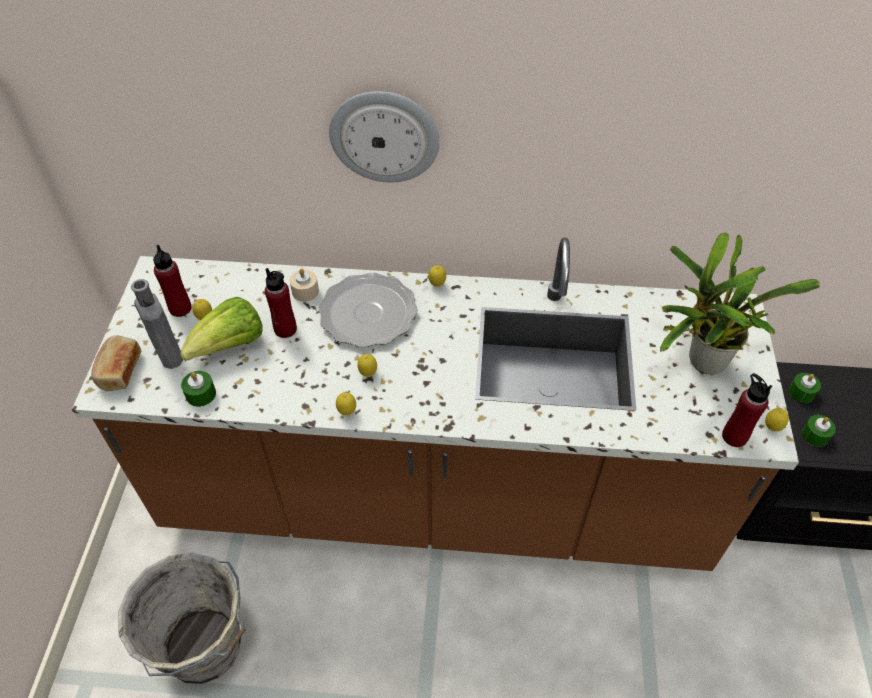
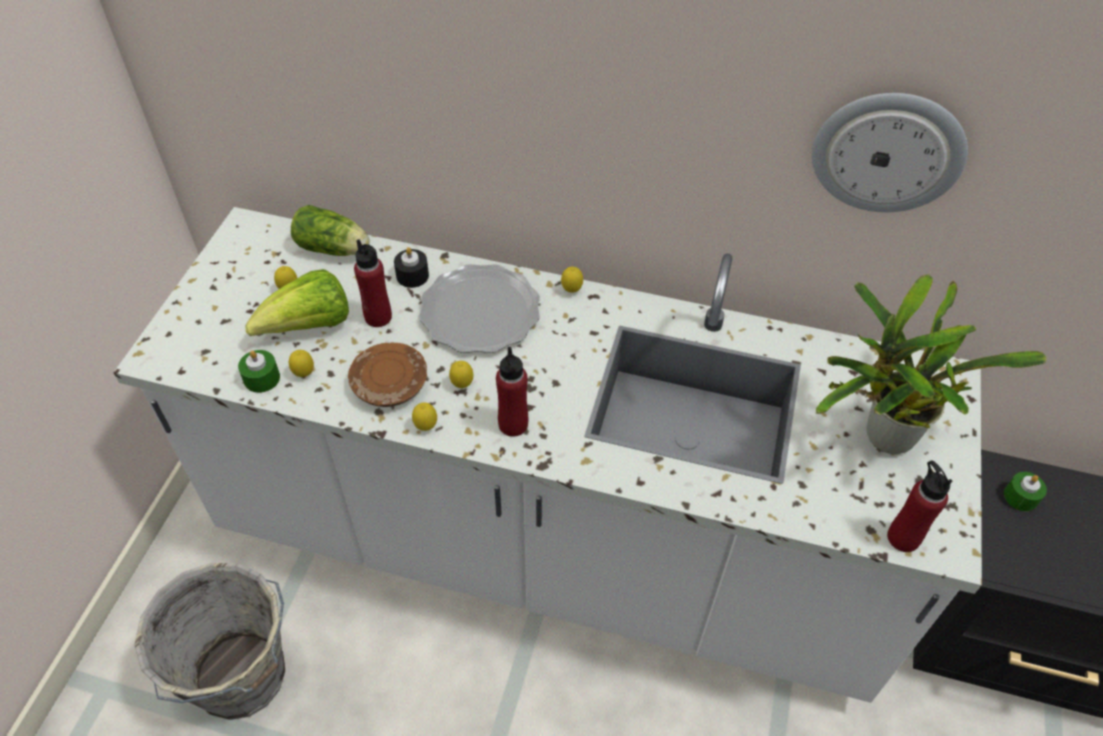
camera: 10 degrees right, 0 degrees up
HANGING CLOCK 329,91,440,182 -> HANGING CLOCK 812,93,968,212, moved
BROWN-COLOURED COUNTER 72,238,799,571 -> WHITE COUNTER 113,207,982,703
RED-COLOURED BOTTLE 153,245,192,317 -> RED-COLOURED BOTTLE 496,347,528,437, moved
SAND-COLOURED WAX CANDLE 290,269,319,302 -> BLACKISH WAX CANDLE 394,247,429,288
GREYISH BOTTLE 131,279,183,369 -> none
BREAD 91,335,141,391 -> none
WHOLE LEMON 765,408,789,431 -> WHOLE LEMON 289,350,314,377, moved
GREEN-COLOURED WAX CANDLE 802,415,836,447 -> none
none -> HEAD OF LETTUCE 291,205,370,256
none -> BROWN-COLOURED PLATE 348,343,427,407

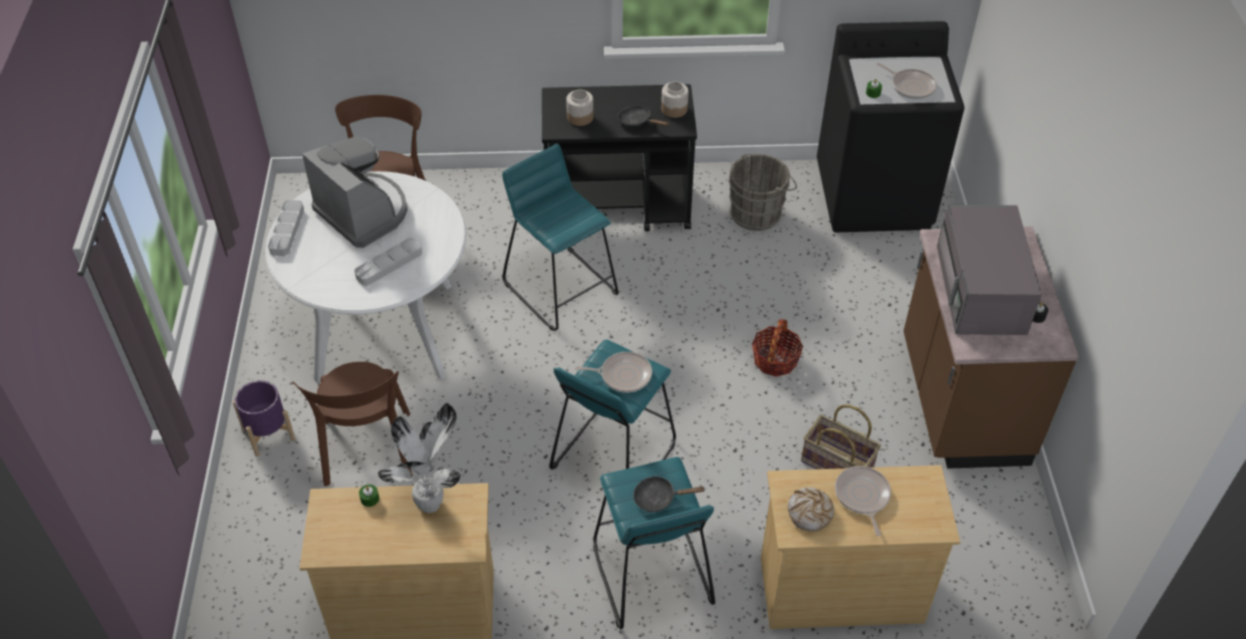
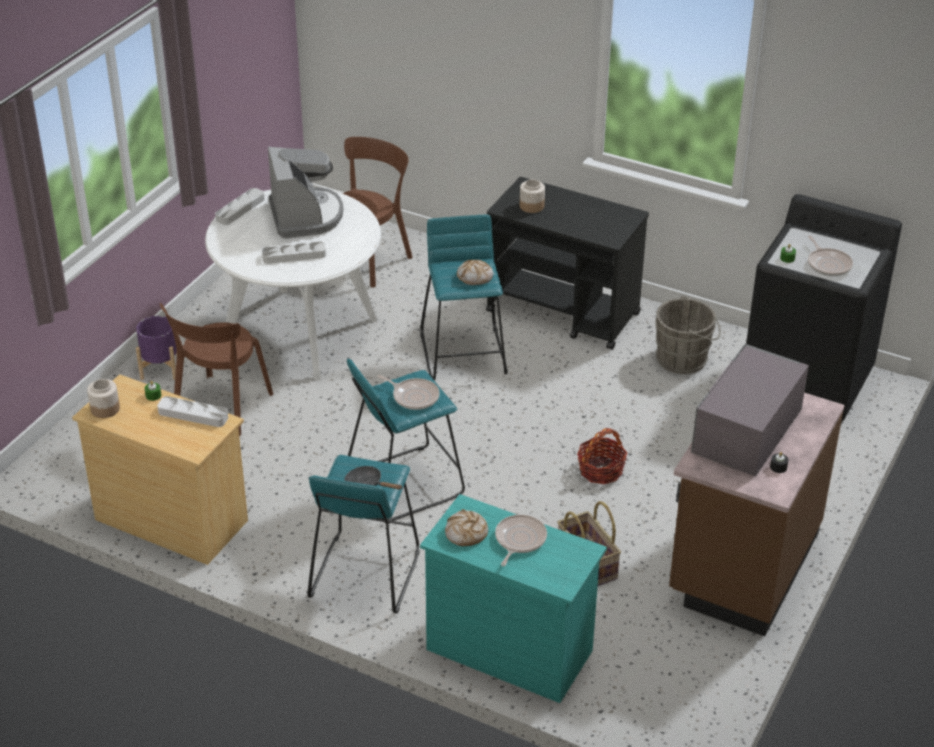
camera: 30 degrees right, 10 degrees down
JAR 661,82,688,118 -> JAR 87,379,120,418, moved
BLACKISH SKILLET 618,105,669,127 -> none
HOUSEPLANT 378,403,461,513 -> GREYISH SERVING TRAY 157,396,228,427
SAND-COLOURED CHEST OF DRAWERS 761,465,960,629 -> BLUE-GREEN CHEST OF DRAWERS 420,494,607,703
none -> BREAD 457,260,493,285

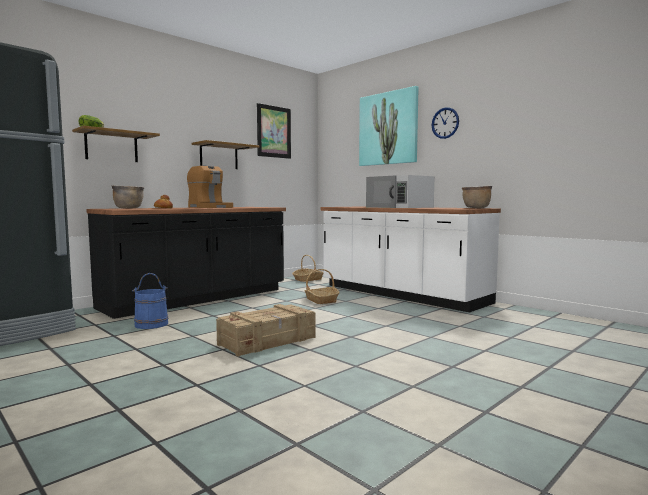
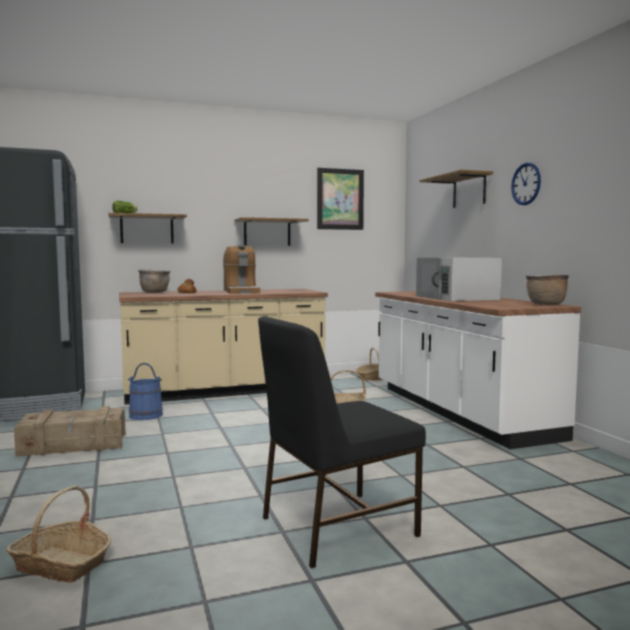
camera: 25 degrees right, 0 degrees up
WALL ART 359,86,418,166 -> WALL SHELF 420,170,493,208
BLACKISH COUNTER 86,207,286,319 -> SAND-COLOURED COUNTER 119,289,328,405
SHIPPING CRATE 216,304,316,357 -> SHIPPING CRATE 14,406,126,457, moved
none -> BLACKISH PLAIN CHAIR 258,317,426,568
none -> HOUSEHOLD BASKET 6,485,111,583

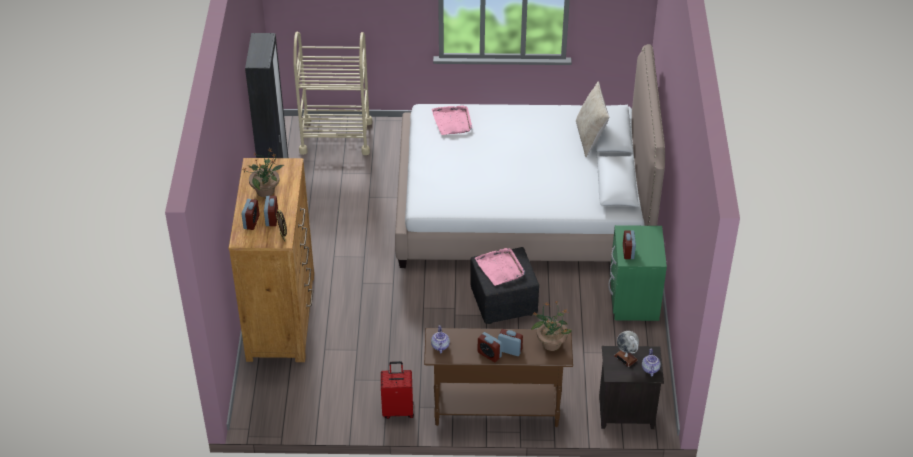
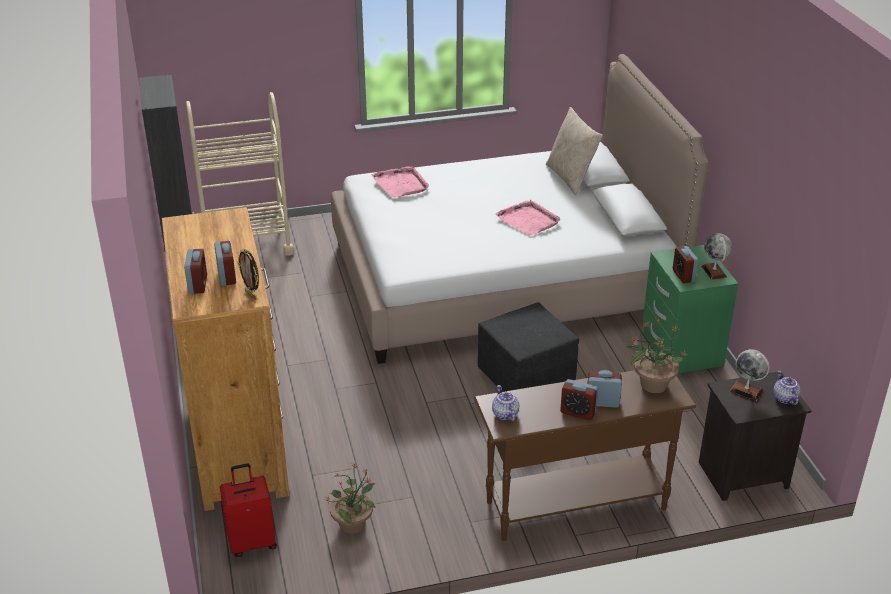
camera: 15 degrees left, 10 degrees down
HOUSEPLANT 243,150,285,197 -> HOUSEPLANT 324,463,376,534, moved
PINK-COLOURED SERVING TRAY 475,248,525,286 -> PINK-COLOURED SERVING TRAY 495,200,560,236, moved
RED-COLOURED TRAVEL CASE 381,361,414,419 -> RED-COLOURED TRAVEL CASE 220,464,277,557, moved
none -> DESK GLOBE 701,233,732,280

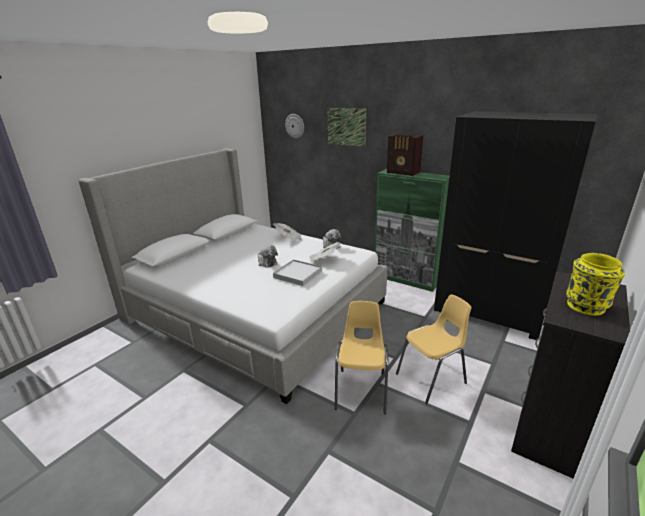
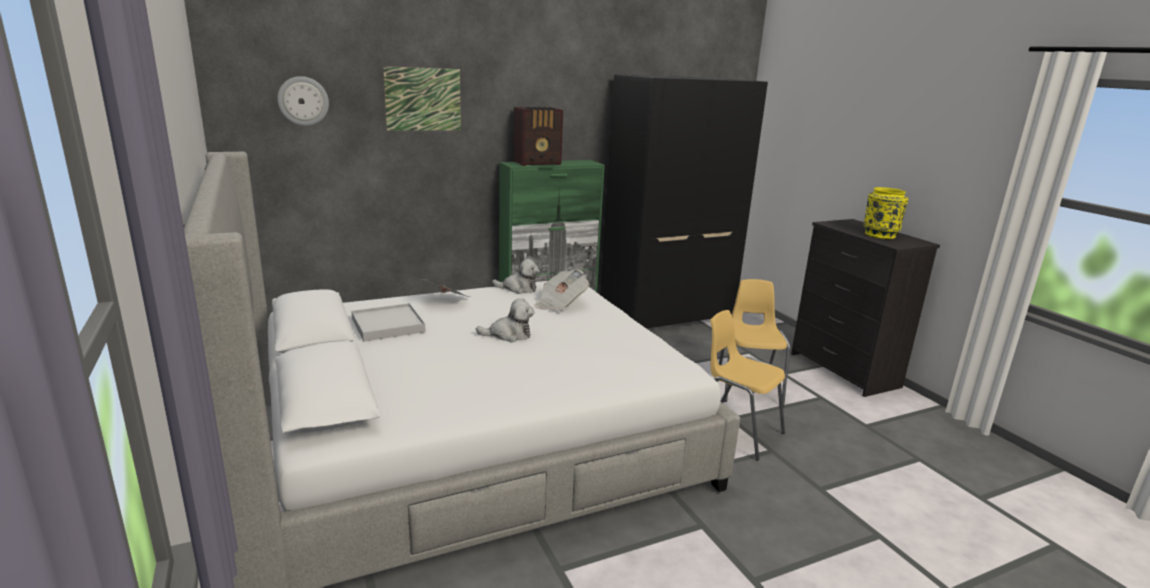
camera: 60 degrees left, 5 degrees down
WHITE SERVING TRAY 273,259,322,286 -> WHITE SERVING TRAY 351,303,426,342, moved

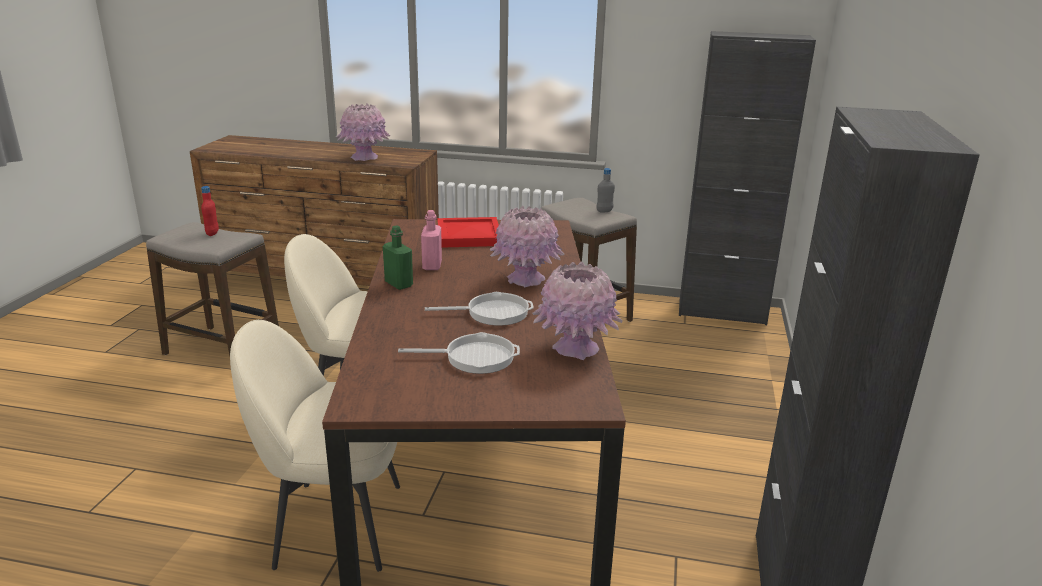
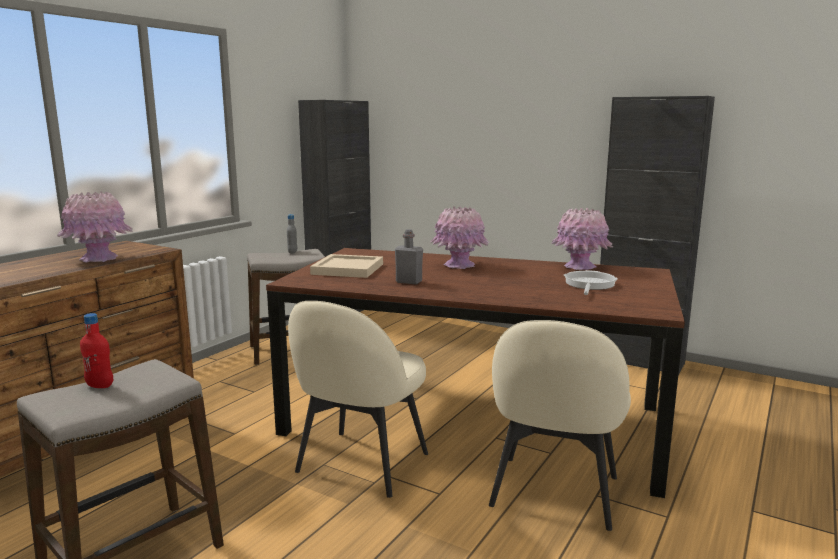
camera: 70 degrees left, 10 degrees down
PINK-COLOURED BOTTLE 421,210,442,270 -> GREYISH BOTTLE 395,229,423,284
RED-COLOURED SERVING TRAY 438,217,499,248 -> SAND-COLOURED SERVING TRAY 310,254,383,278
GREEN-COLOURED BOTTLE 383,226,413,290 -> none
SKILLET 425,292,534,326 -> none

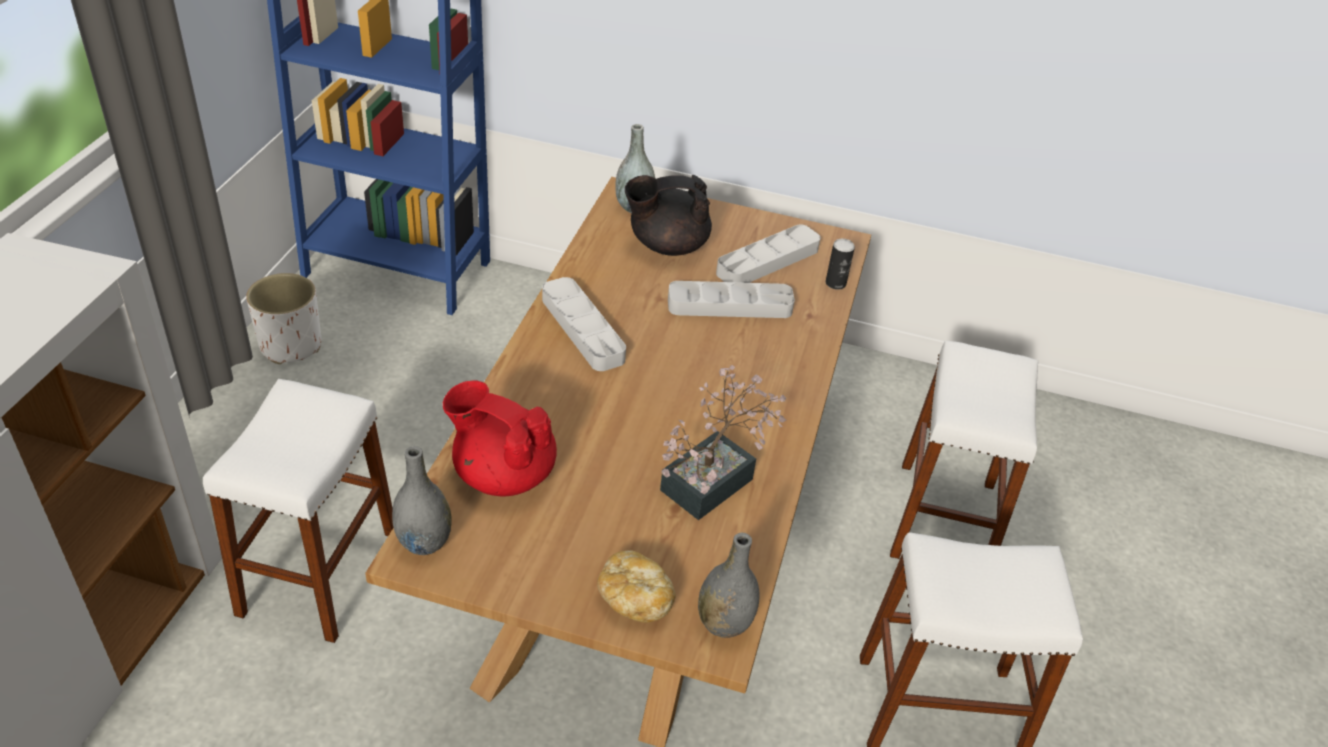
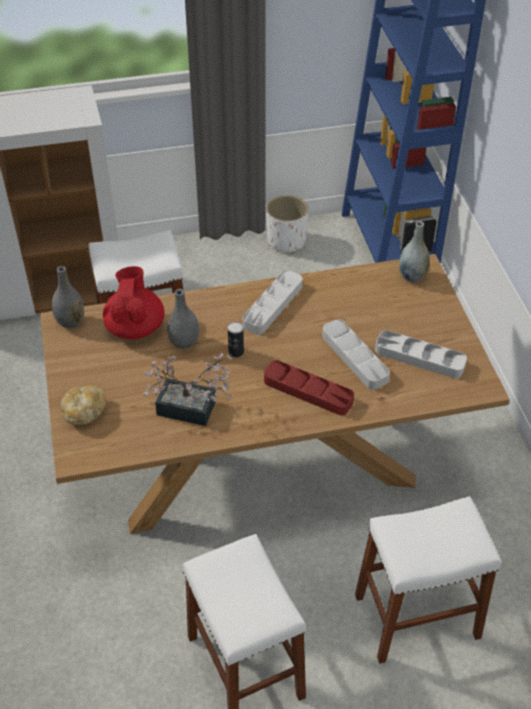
camera: 65 degrees right, 5 degrees up
BLACKISH POT FOR TEA 625,175,712,256 -> none
CAN 826,239,855,290 -> CAN 228,322,244,357, moved
GREYISH FLOWER VASE 698,533,760,638 -> GREYISH FLOWER VASE 167,289,199,349, moved
none -> RED-COLOURED SERVING TRAY 264,360,354,415

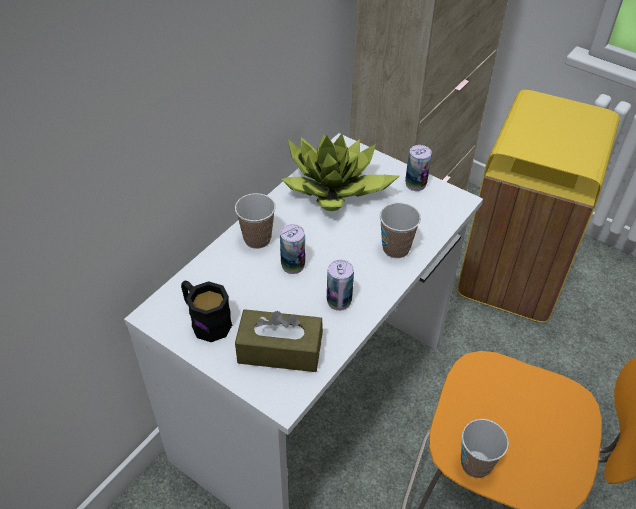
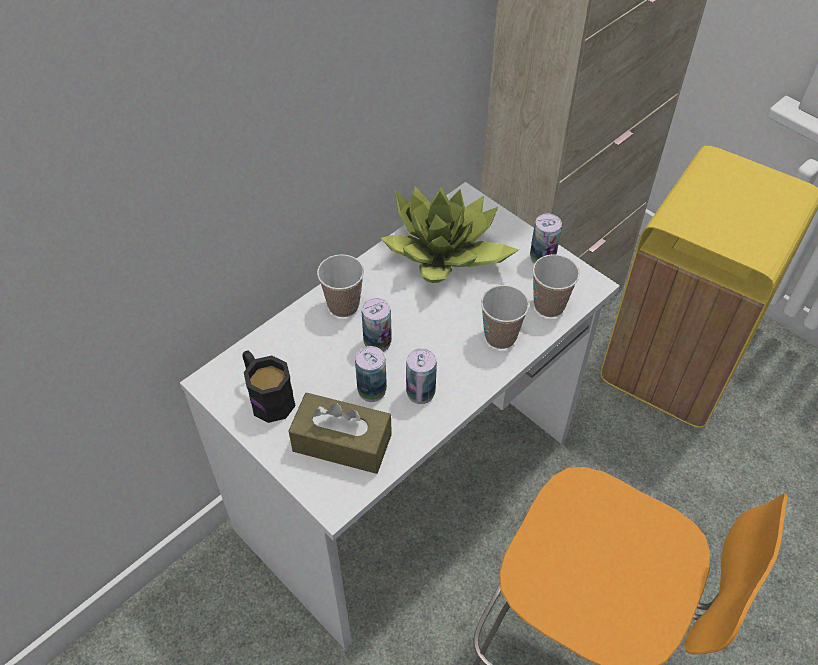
camera: 10 degrees right, 5 degrees up
CUP 461,419,509,478 -> CUP 533,254,580,317, moved
none -> CAN 355,346,387,402

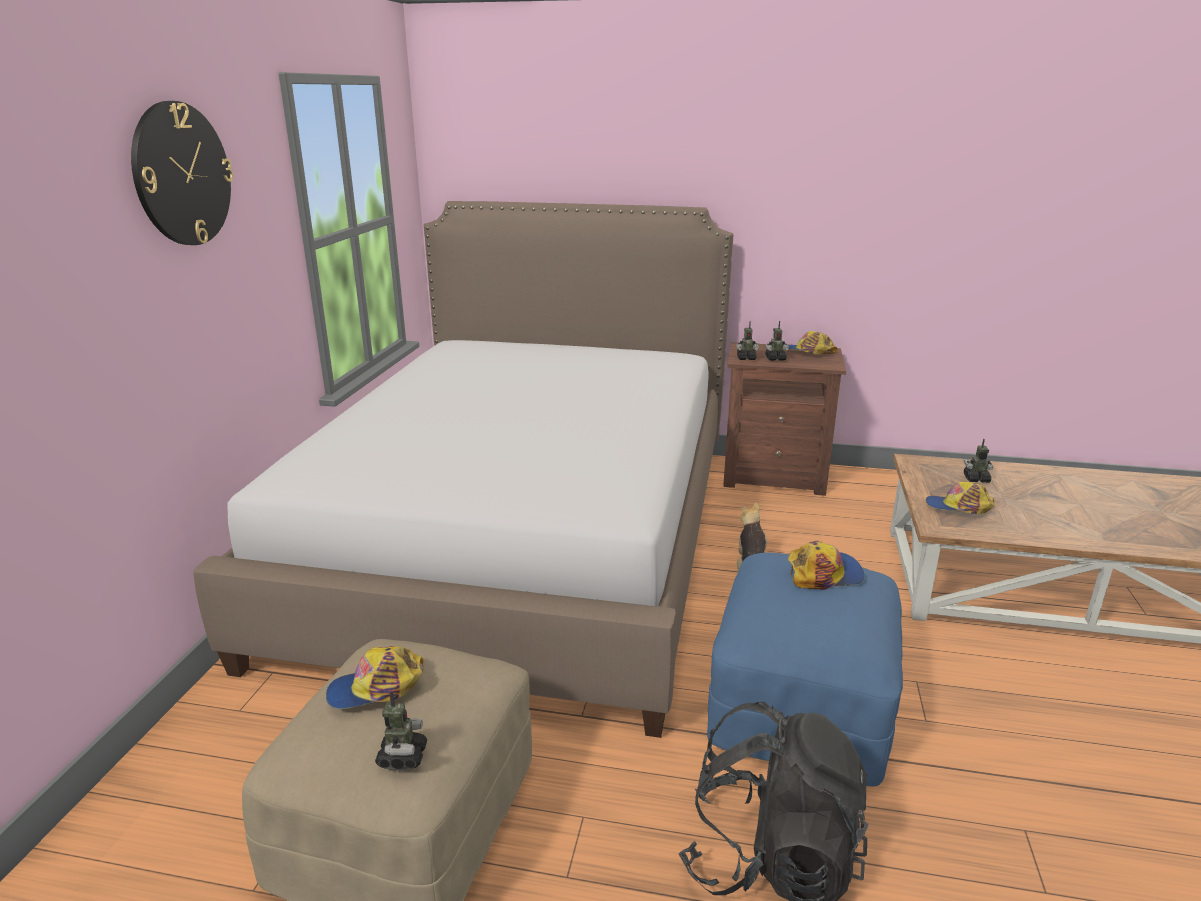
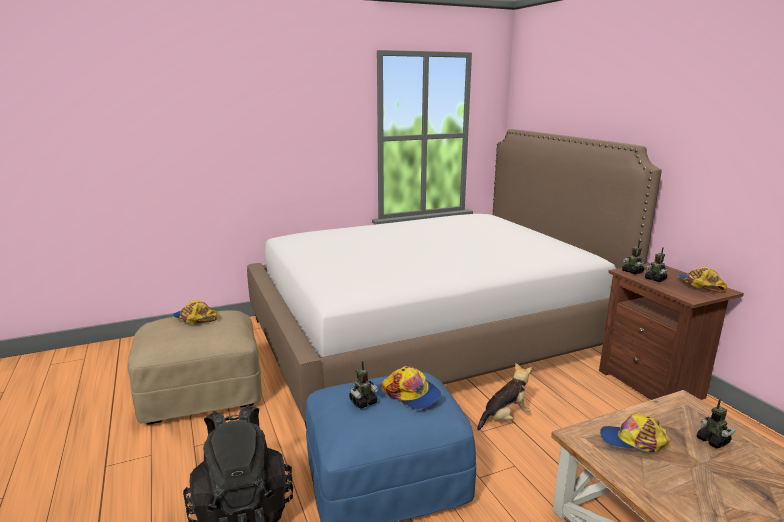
camera: 55 degrees right, 5 degrees down
HANGING CLOCK 131,101,234,245 -> none
CAP 926,482,995,514 -> CAP 600,414,670,452, 60 degrees counterclockwise
ROBOT FIGURE 375,692,427,770 -> ROBOT FIGURE 349,361,379,408, moved

